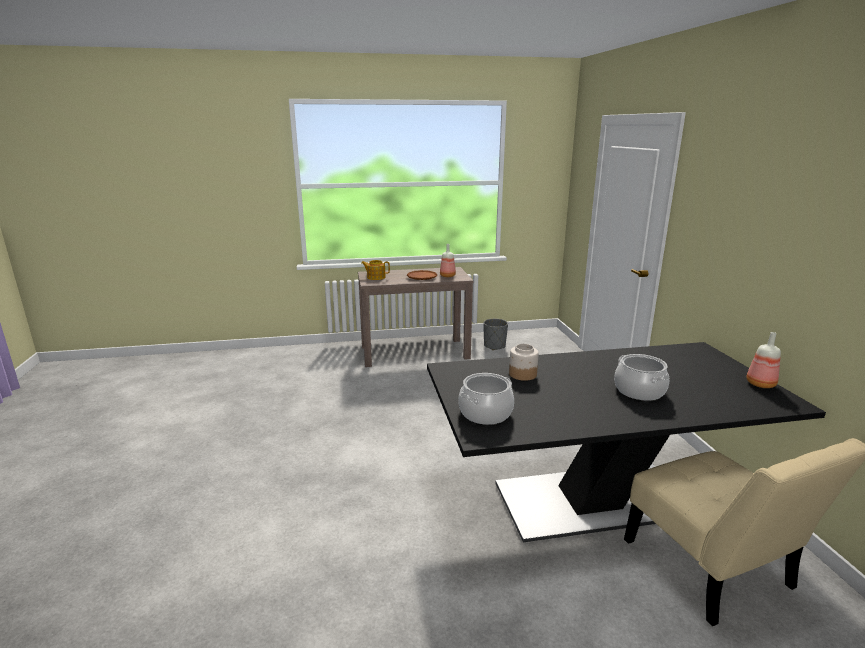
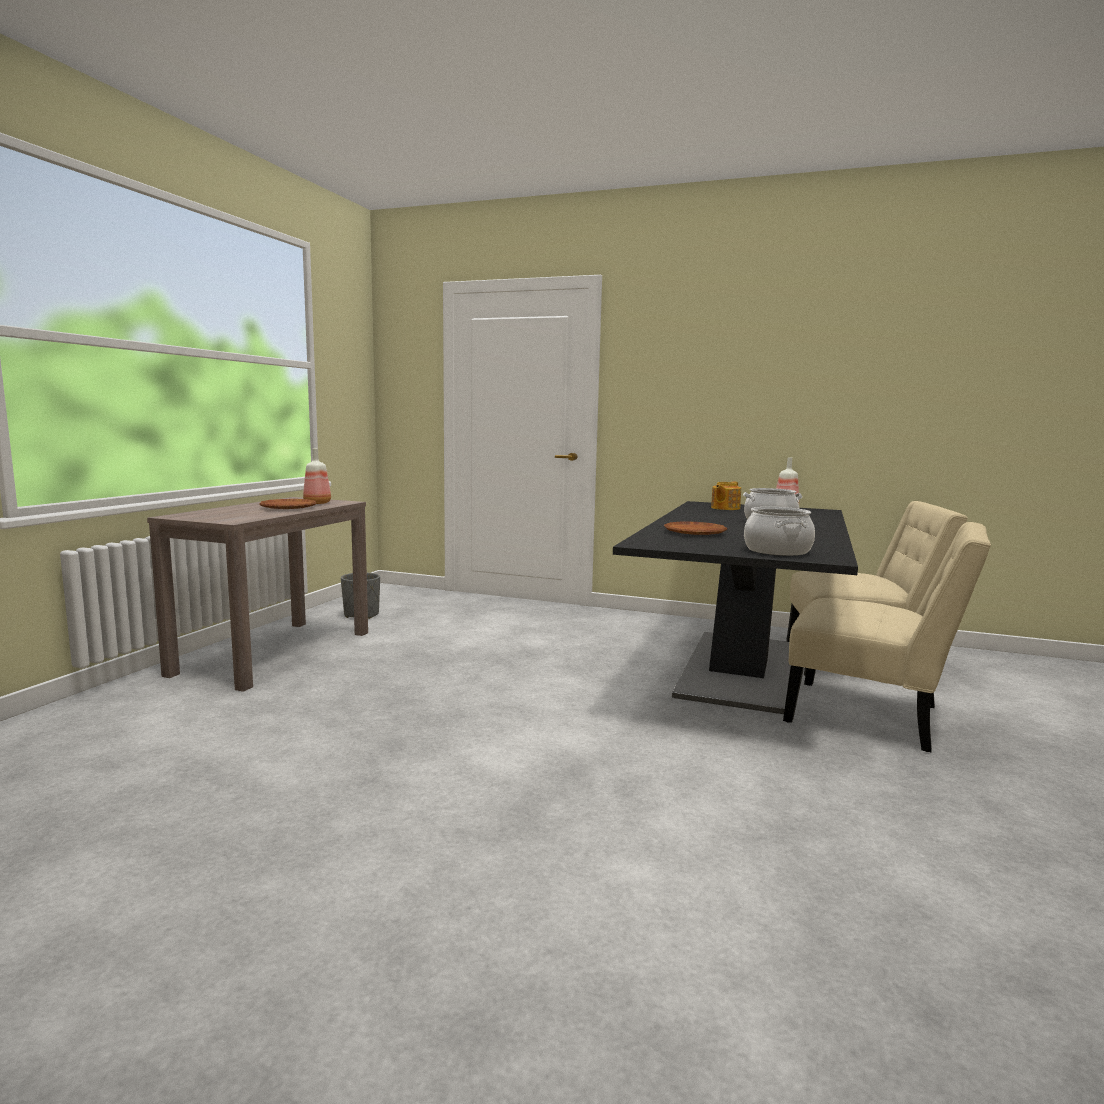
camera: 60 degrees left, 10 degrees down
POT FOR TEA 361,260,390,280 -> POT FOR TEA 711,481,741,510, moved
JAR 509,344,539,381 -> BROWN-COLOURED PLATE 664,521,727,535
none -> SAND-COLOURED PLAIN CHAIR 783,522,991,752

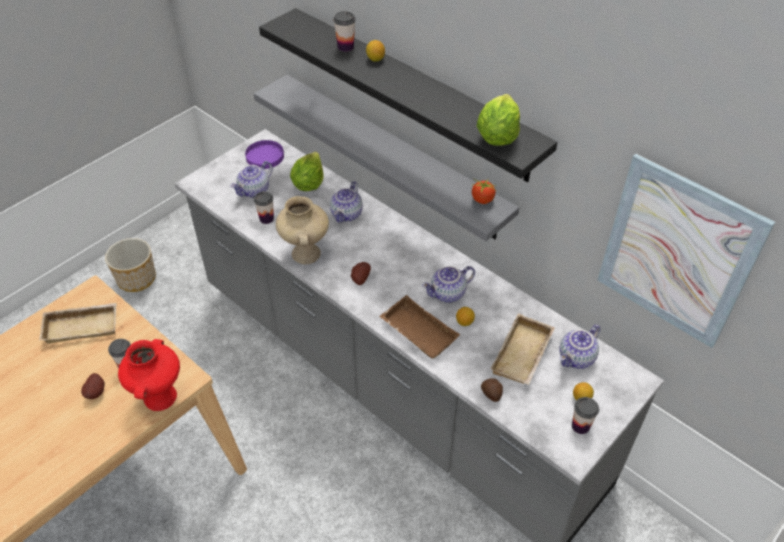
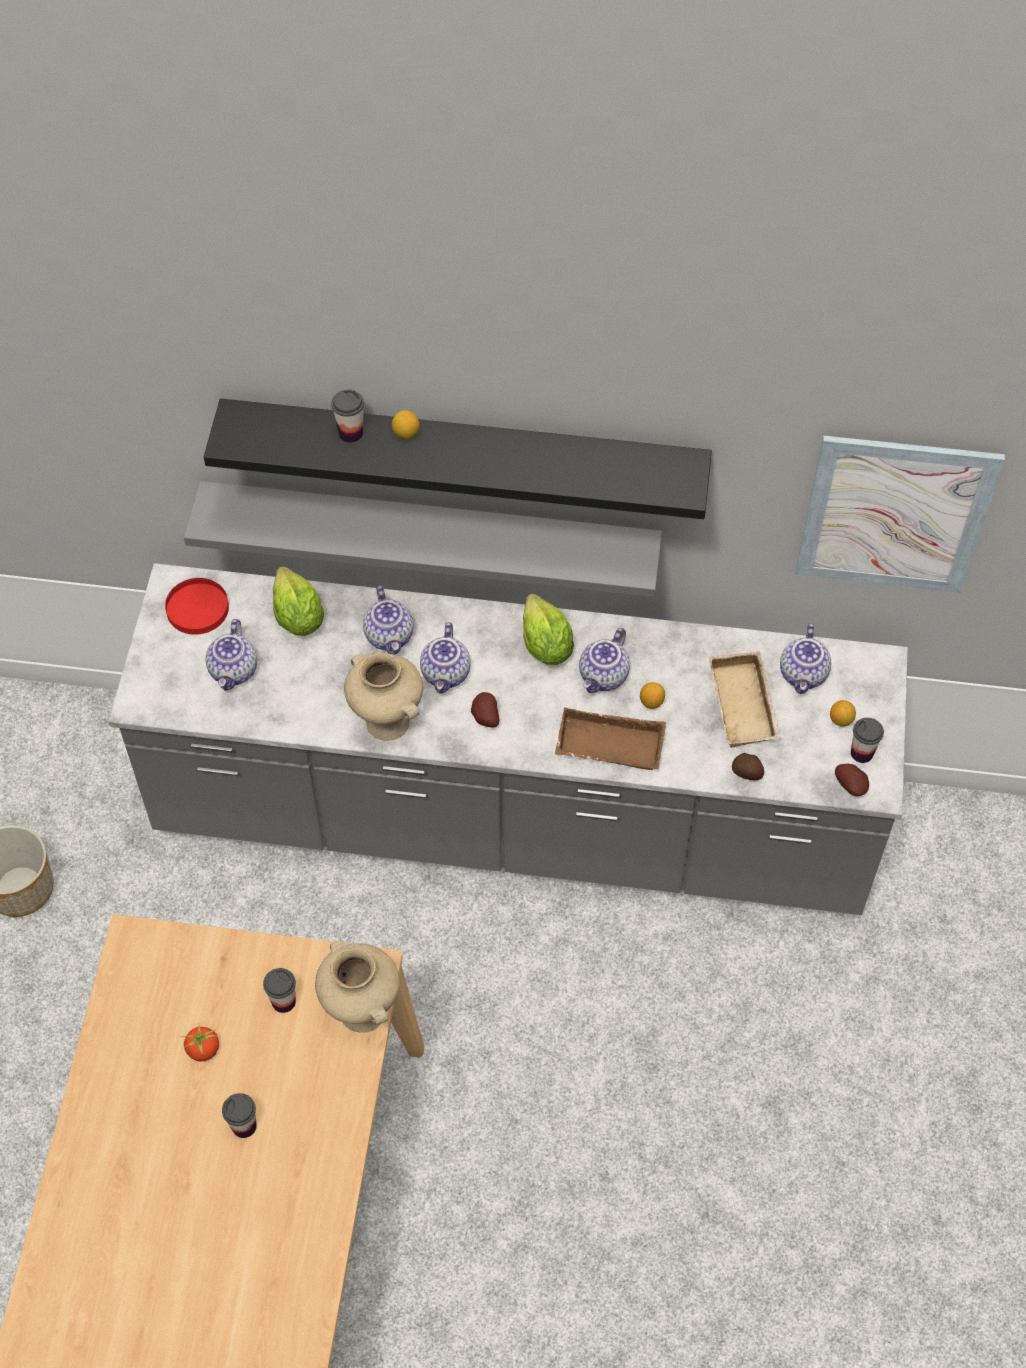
camera: 35 degrees left, 10 degrees up
HEAD OF LETTUCE 477,94,520,146 -> HEAD OF LETTUCE 523,594,574,665, moved
PURPLE-COLOURED PLATE 245,140,284,169 -> RED-COLOURED PLATE 165,578,229,635
TOMATO 472,178,497,204 -> TOMATO 183,1024,219,1061, moved
CUP 254,191,274,224 -> CUP 222,1093,257,1138, moved
SAND-COLOURED SERVING TRAY 39,303,117,344 -> none
RED-COLOURED FLOWER VASE 118,339,180,411 -> SAND-COLOURED FLOWER VASE 315,940,400,1033
WHOLE POTATO 81,373,105,399 -> WHOLE POTATO 835,764,869,796, moved
none -> POT FOR TEA 420,622,471,694

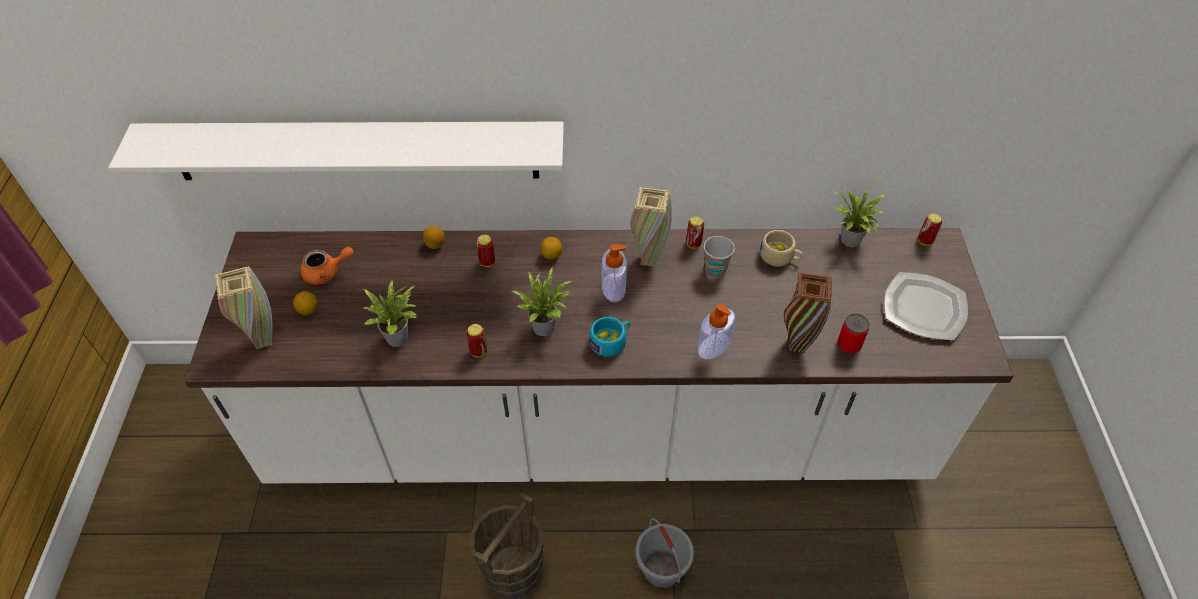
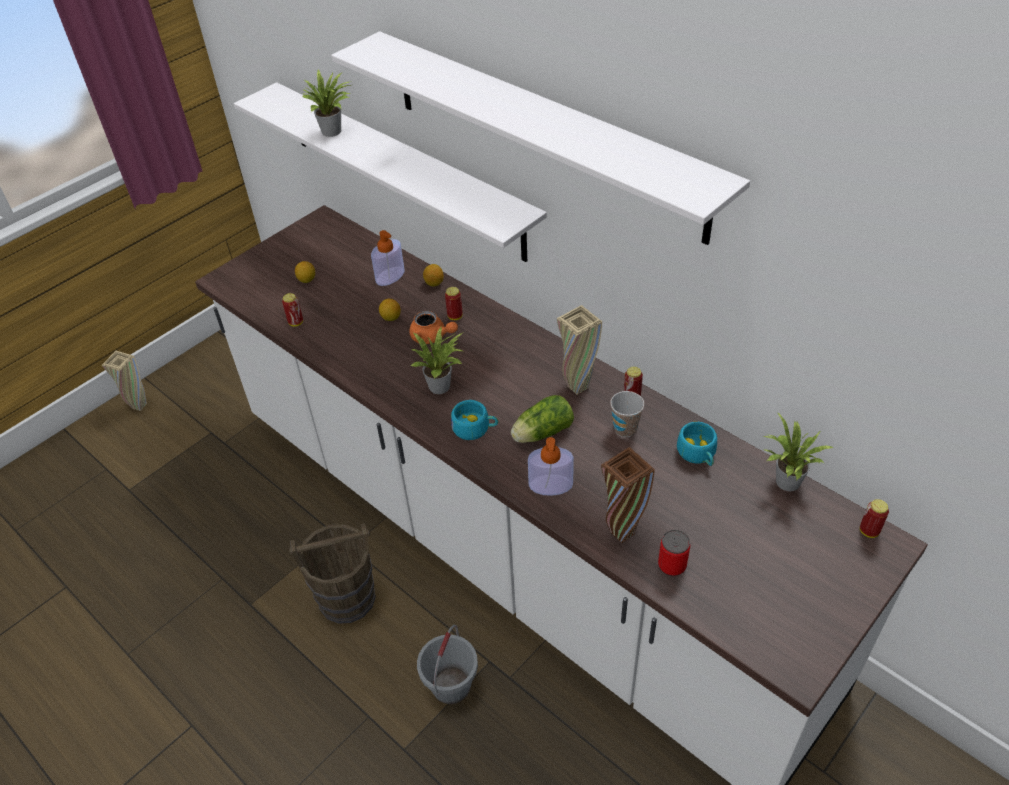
camera: 45 degrees right, 5 degrees down
SAND-COLOURED CUP 760,230,803,267 -> BLUE-GREEN CUP 677,422,717,466
WHOLE LEMON 540,237,562,260 -> WHOLE LEMON 379,299,401,321, moved
LIQUID SOAP BOTTLE 602,244,627,302 -> LIQUID SOAP BOTTLE 371,230,404,286, moved
ORANGEY POT FOR TEA 301,247,354,285 -> ORANGEY POT FOR TEA 409,311,458,344, moved
SAND-COLOURED FLOWER VASE 215,266,273,349 -> SAND-COLOURED FLOWER VASE 102,351,147,411, moved
PLATE 884,272,968,341 -> none
HOUSEPLANT 363,280,417,347 -> HOUSEPLANT 302,70,351,137, moved
CAN 466,324,487,358 -> CAN 282,293,303,327, moved
none -> WHITE WALL SHELF 331,31,750,245
none -> HEAD OF LETTUCE 511,395,574,443

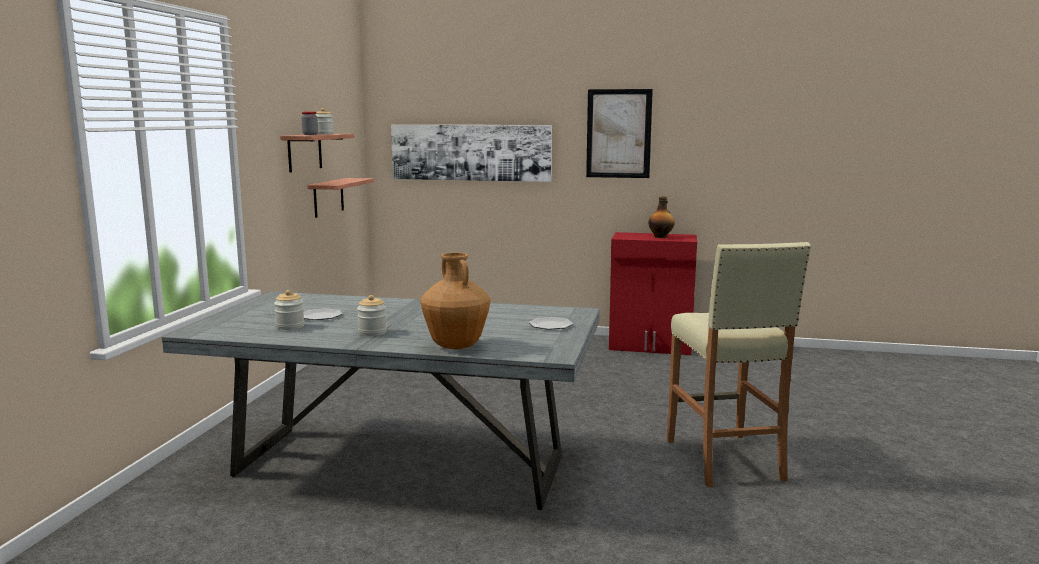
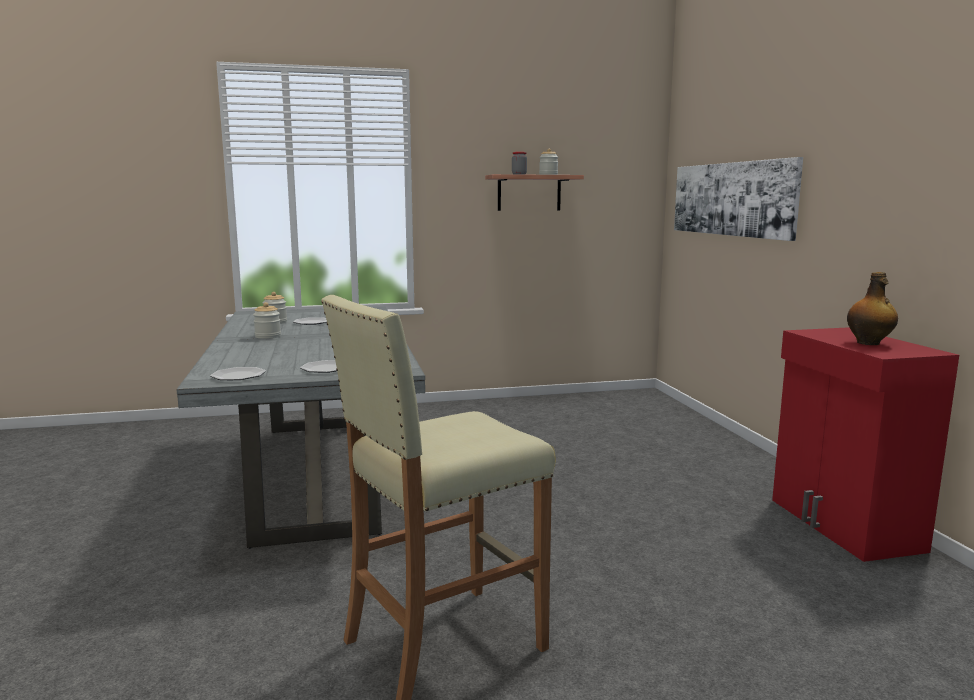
camera: 65 degrees right, 0 degrees up
WALL ART 586,89,653,178 -> none
WALL SHELF 307,178,374,218 -> none
BROWN-COLOURED FLOWER VASE 420,253,490,349 -> none
none -> PLATE 210,367,266,380

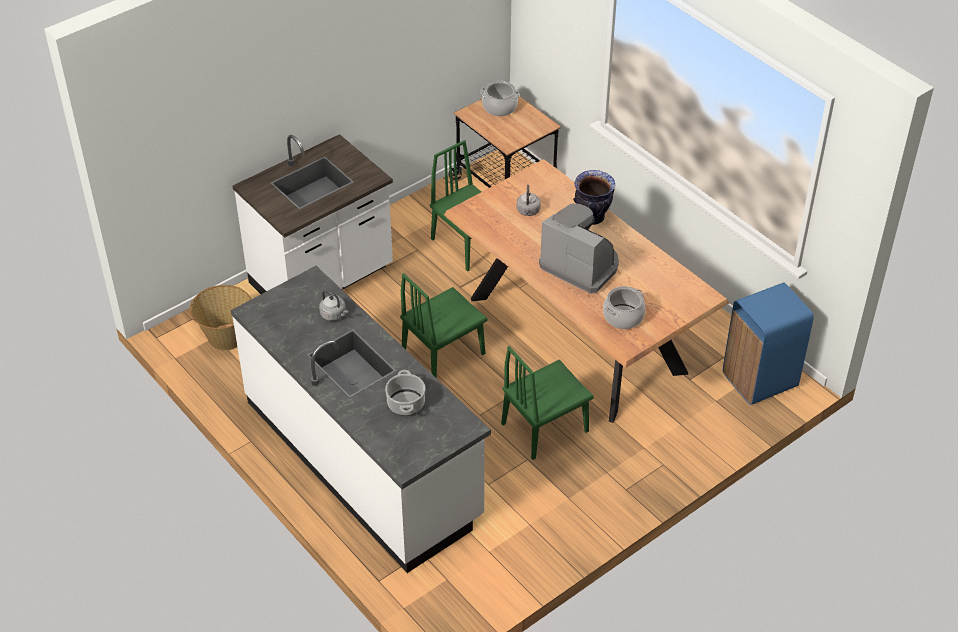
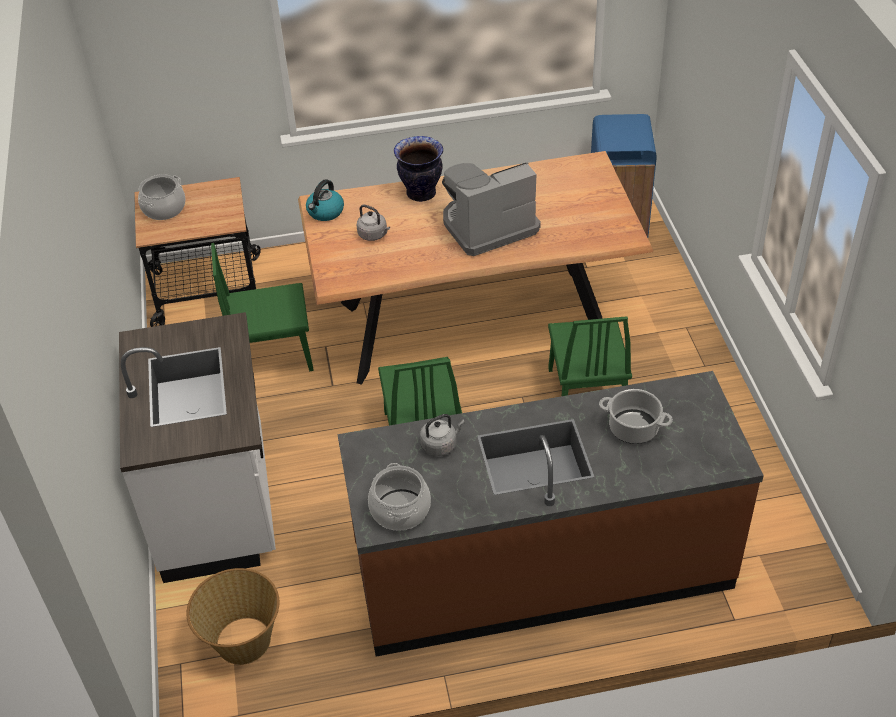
camera: 60 degrees left, 0 degrees up
WHITE COUNTER 231,266,491,573 -> BROWN-COLOURED COUNTER 337,371,764,657
STOCKPOT 603,286,646,329 -> STOCKPOT 368,463,431,531, moved
none -> TEA KETTLE 306,179,344,221

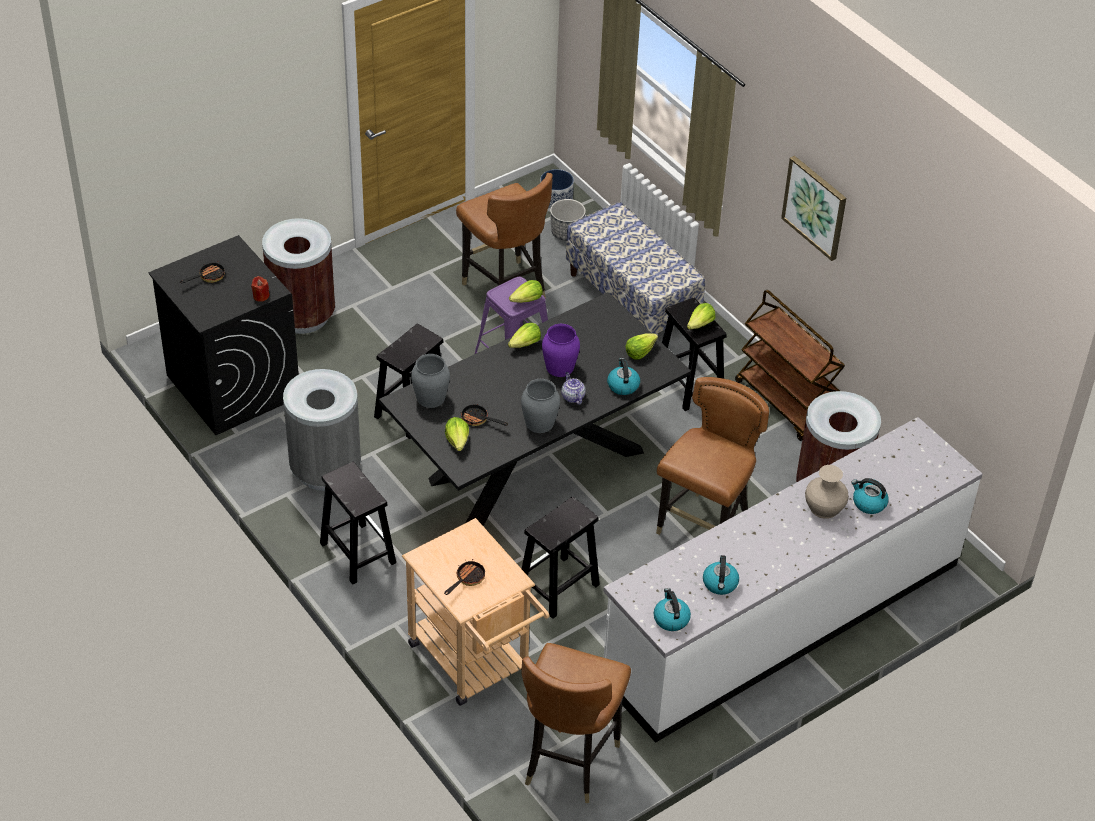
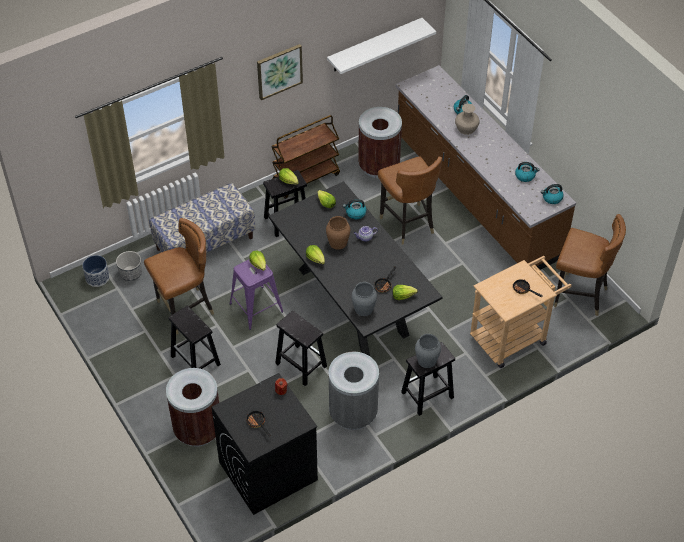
camera: 85 degrees left, 5 degrees up
PURPLE-COLOURED FLOWER VASE 542,324,580,377 -> BROWN-COLOURED FLOWER VASE 326,216,350,250
BROWN-COLOURED PLAIN CHAIR 656,377,769,535 -> BROWN-COLOURED PLAIN CHAIR 378,156,442,244, 150 degrees counterclockwise
GREYISH FLOWER VASE 521,379,560,433 -> GREYISH FLOWER VASE 415,334,441,368, moved
WHITE COUNTER 603,417,983,743 -> BROWN-COLOURED COUNTER 396,65,576,270
BLACKISH STOOL 522,497,600,619 -> BLACKISH STOOL 168,305,221,369, moved
none -> WHITE WALL SHELF 327,18,436,74

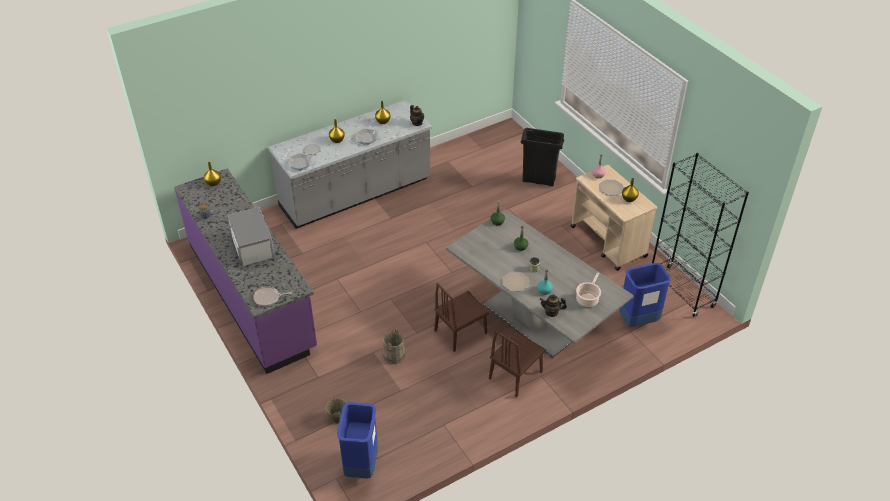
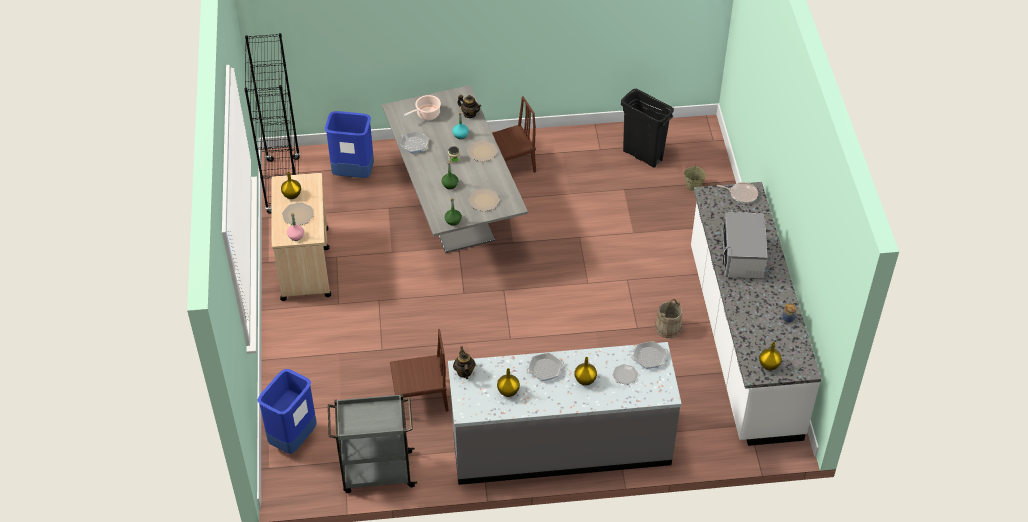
camera: 155 degrees left, 5 degrees up
BLACKISH WASTE BIN 520,128,564,186 -> BLACKISH WASTE BIN 621,89,674,168, moved
PURPLE-COLOURED COUNTER 174,168,317,374 -> WHITE COUNTER 691,182,821,446
BROWN-COLOURED PLAIN CHAIR 434,283,490,352 -> BROWN-COLOURED PLAIN CHAIR 390,329,449,412, moved
SAND-COLOURED WATER BUCKET 382,328,406,364 -> SAND-COLOURED WATER BUCKET 655,299,682,338, moved
BLUISH WASTE BIN 337,402,378,479 -> BLUISH WASTE BIN 257,369,317,454, moved
none -> SKILLET 400,131,429,154
none -> PLATE 468,188,500,212
none -> GREYISH CART 328,394,417,493

